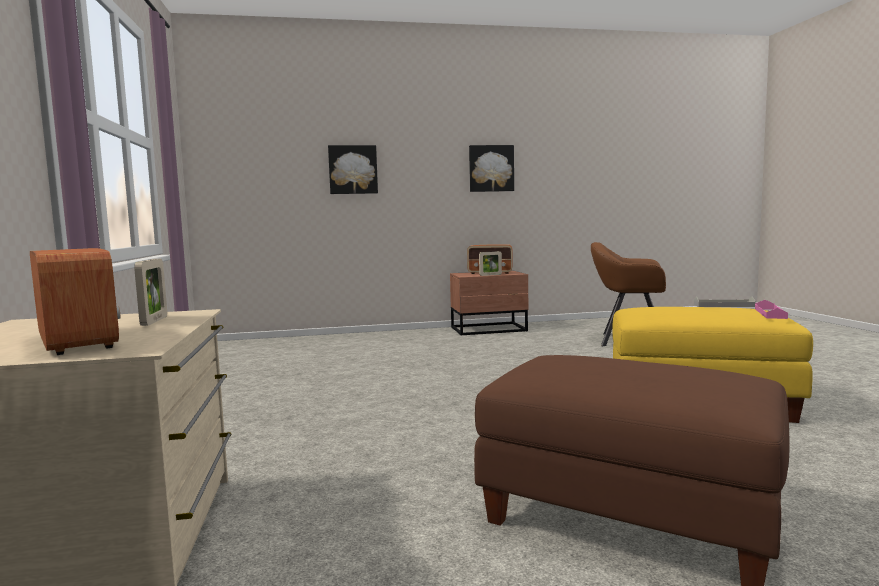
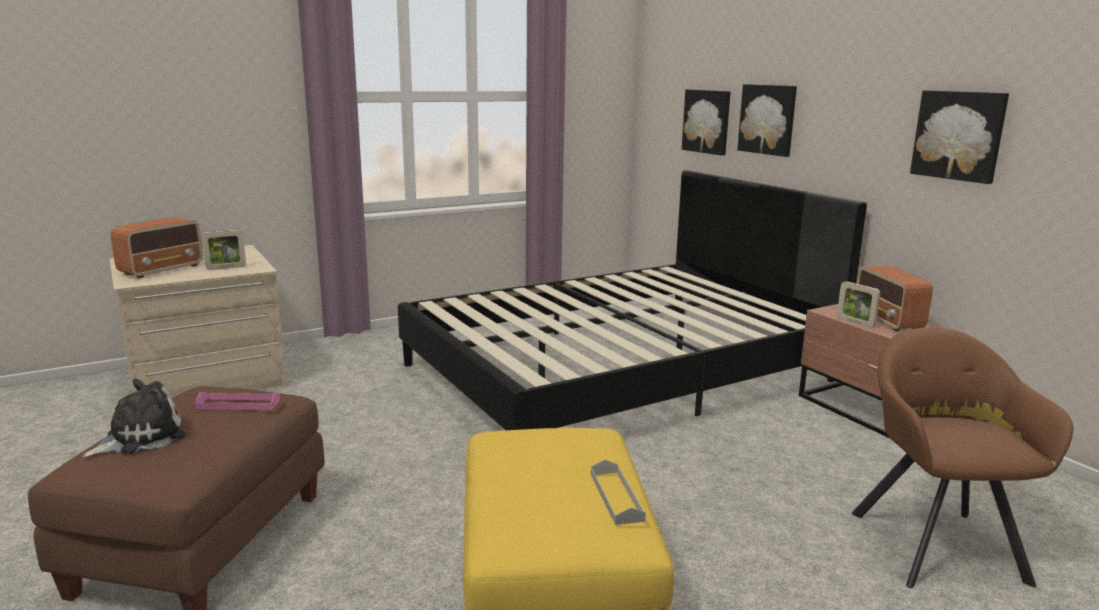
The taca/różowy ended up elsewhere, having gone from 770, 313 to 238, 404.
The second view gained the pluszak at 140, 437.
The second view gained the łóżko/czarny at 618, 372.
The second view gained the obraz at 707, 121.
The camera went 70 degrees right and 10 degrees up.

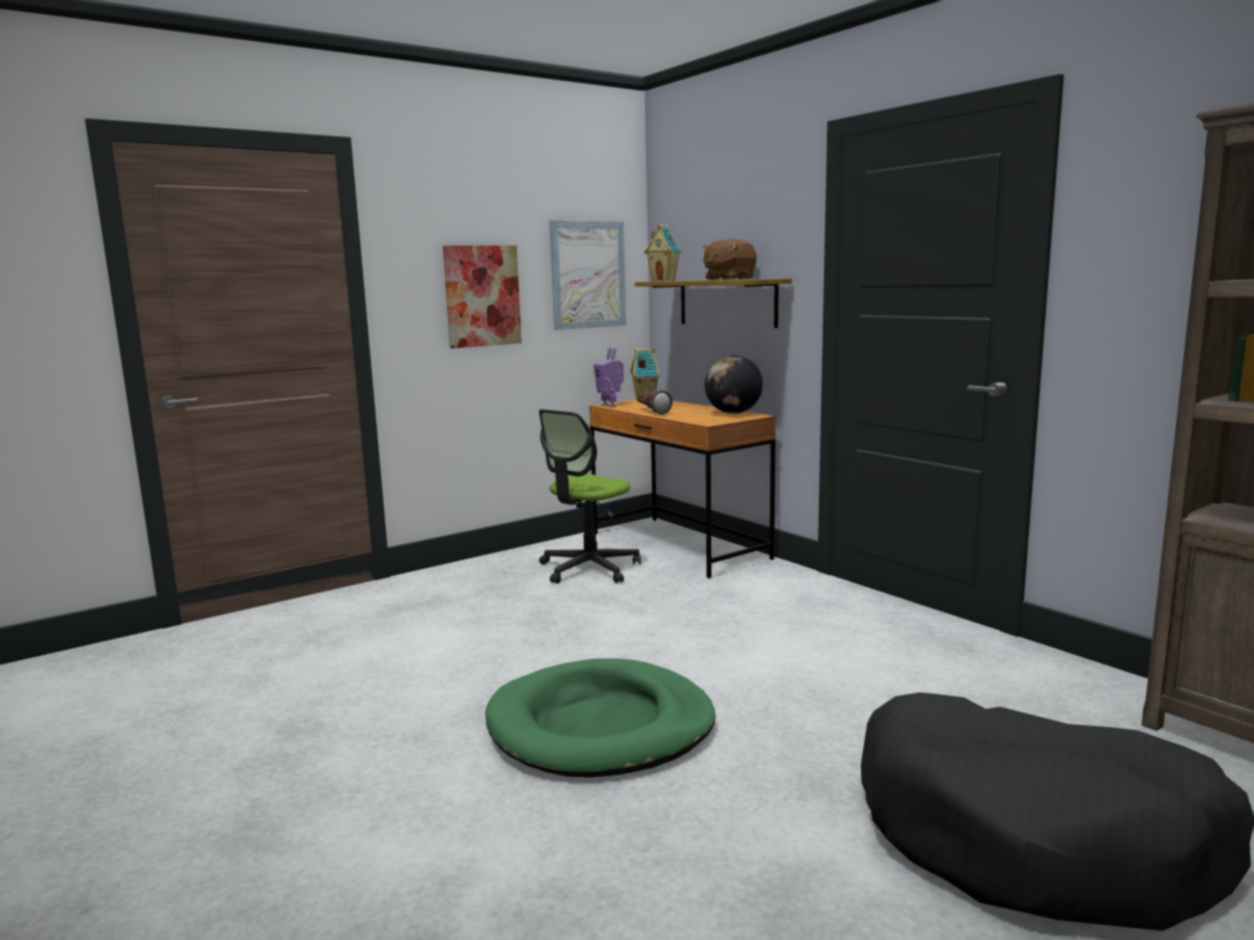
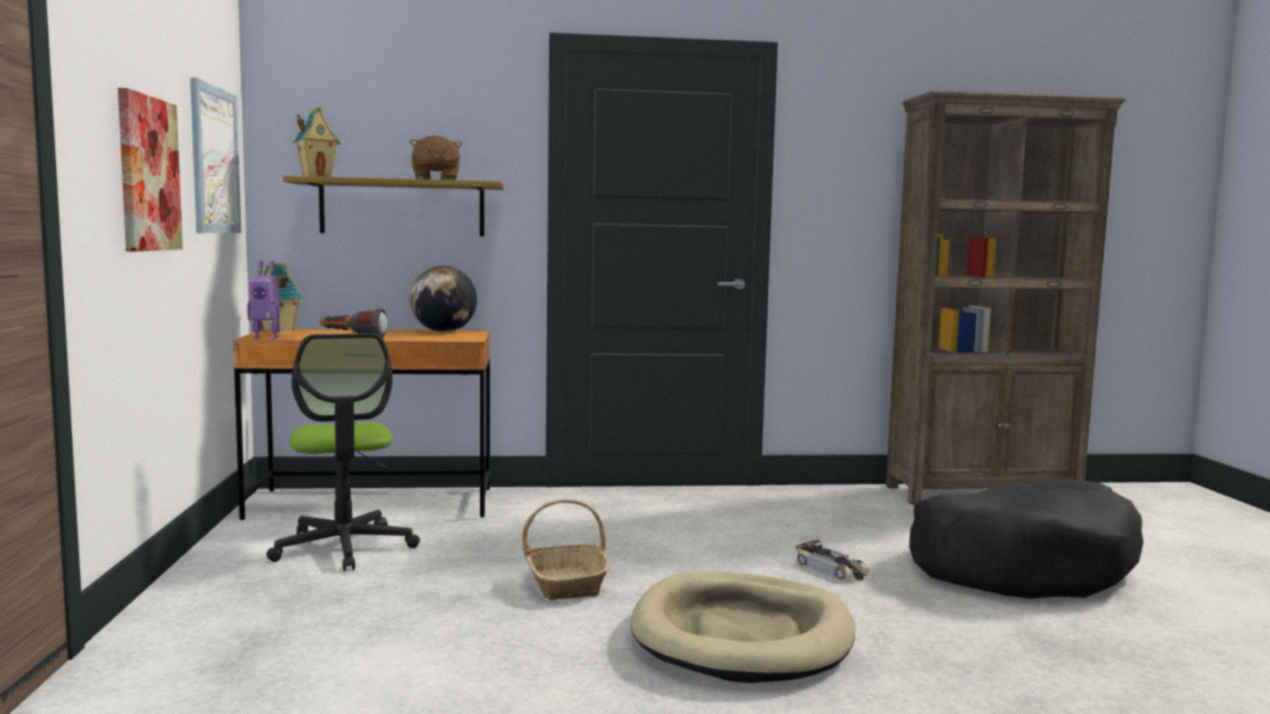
What was the legowisko/zielony at 601, 726 turned into the legowisko/beżowy at 743, 635.
The second view gained the koszyk at 566, 583.
The second view gained the samochodzik at 832, 570.
The camera went 60 degrees left and 5 degrees down.

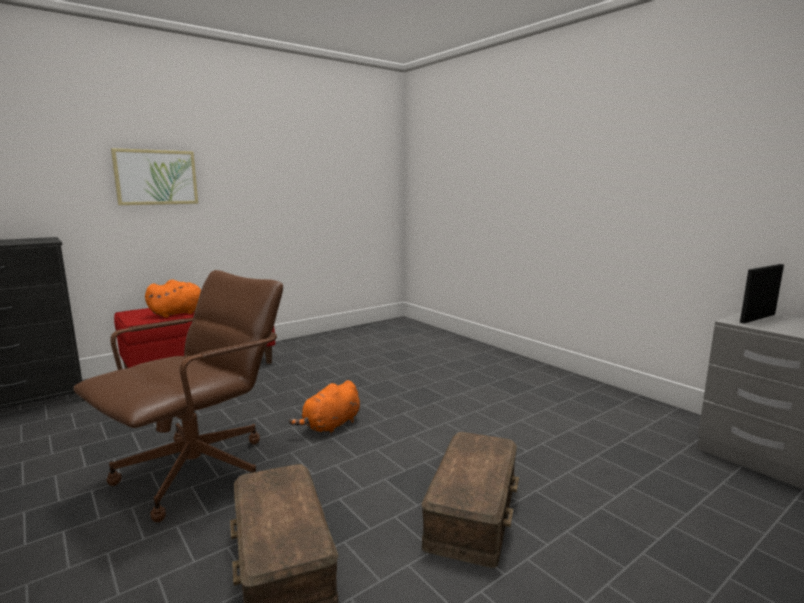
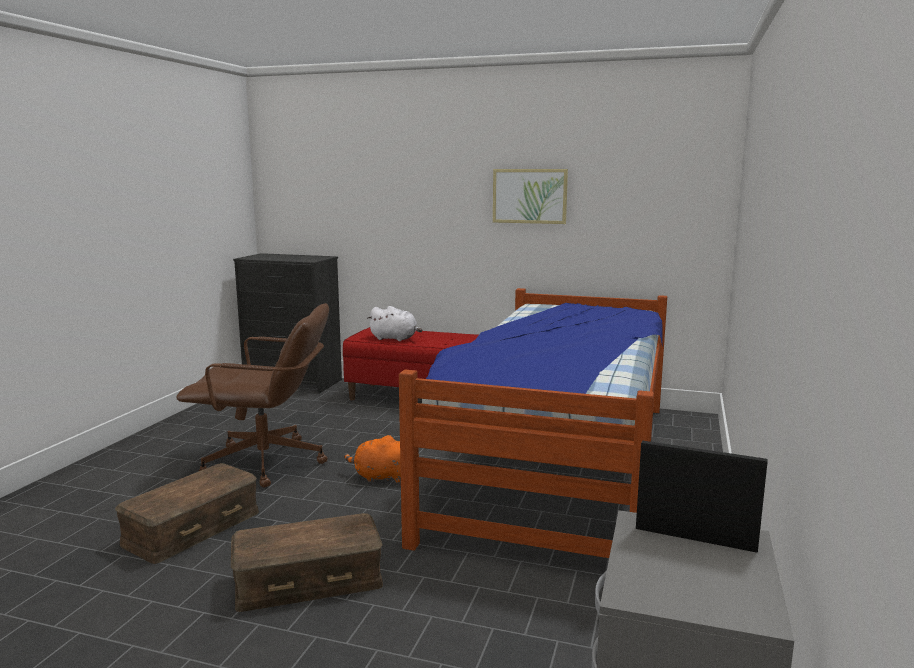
The obraz ended up elsewhere, having gone from 156, 177 to 529, 196.
What was the pluszak/pomarańczowy at 179, 313 turned into the pluszak/biały at 395, 339.
The second view gained the łóżko at 556, 464.
The camera went 55 degrees right and 0 degrees up.

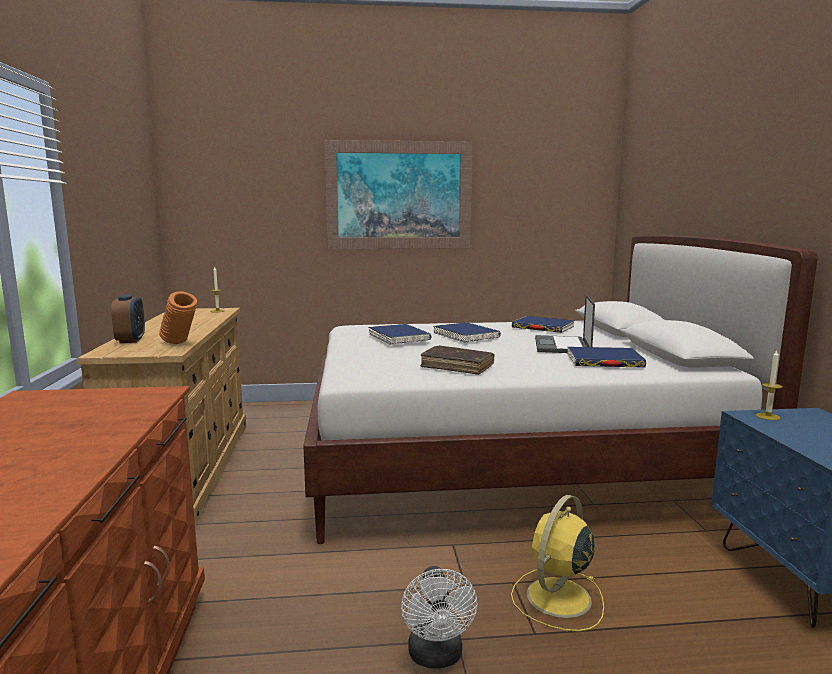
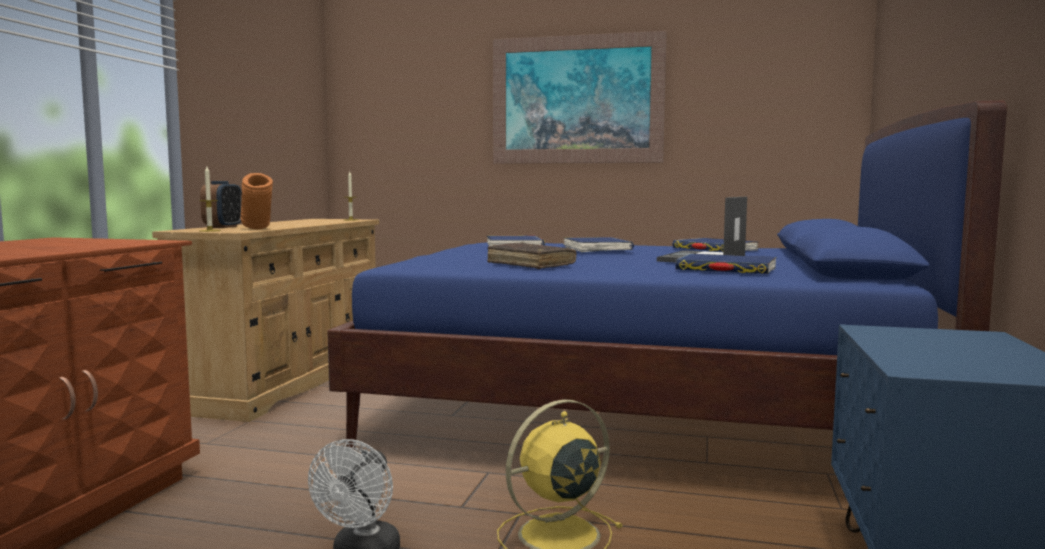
What was the łóżko/biały at 510, 463 turned into the łóżko/niebieski at 640, 414.
The świeca ended up elsewhere, having gone from 768, 416 to 210, 231.
The camera went 20 degrees right and 5 degrees down.

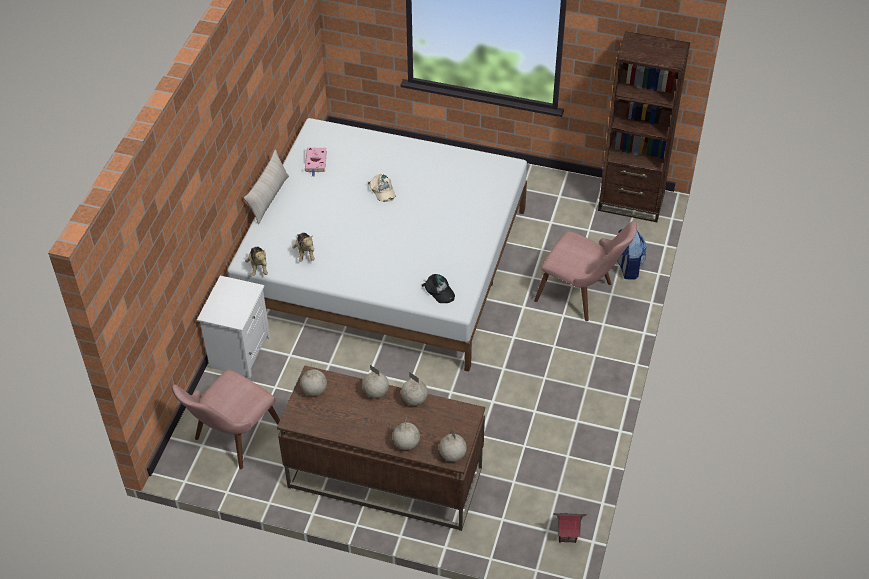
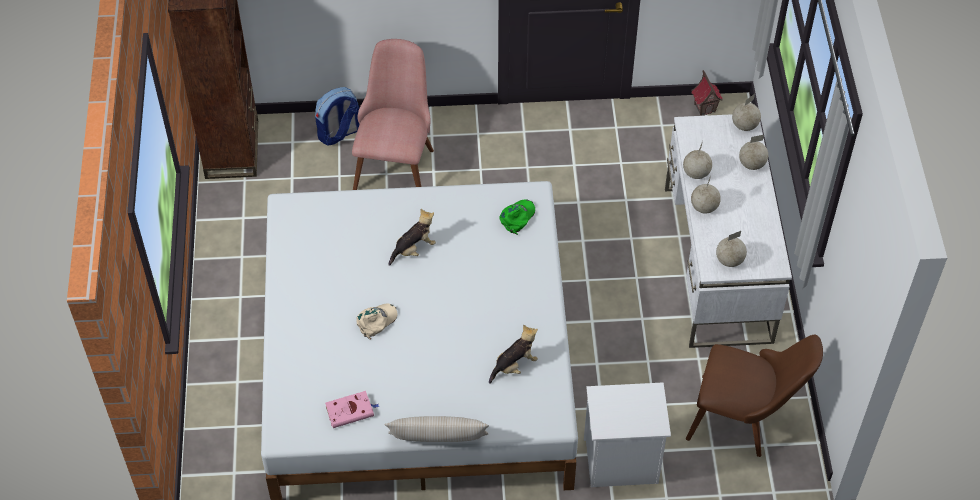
What was the krzesło/różowy at 231, 440 turned into the krzesło/brązowy at 744, 419.
The pluszak ended up elsewhere, having gone from 258, 266 to 414, 249.
What was the biurko/brązowy at 384, 477 turned into the biurko/biały at 717, 265.
What was the czapka z daszkiem/czarny at 439, 291 turned into the czapka z daszkiem/zielony at 517, 217.
The camera went 110 degrees left and 5 degrees up.

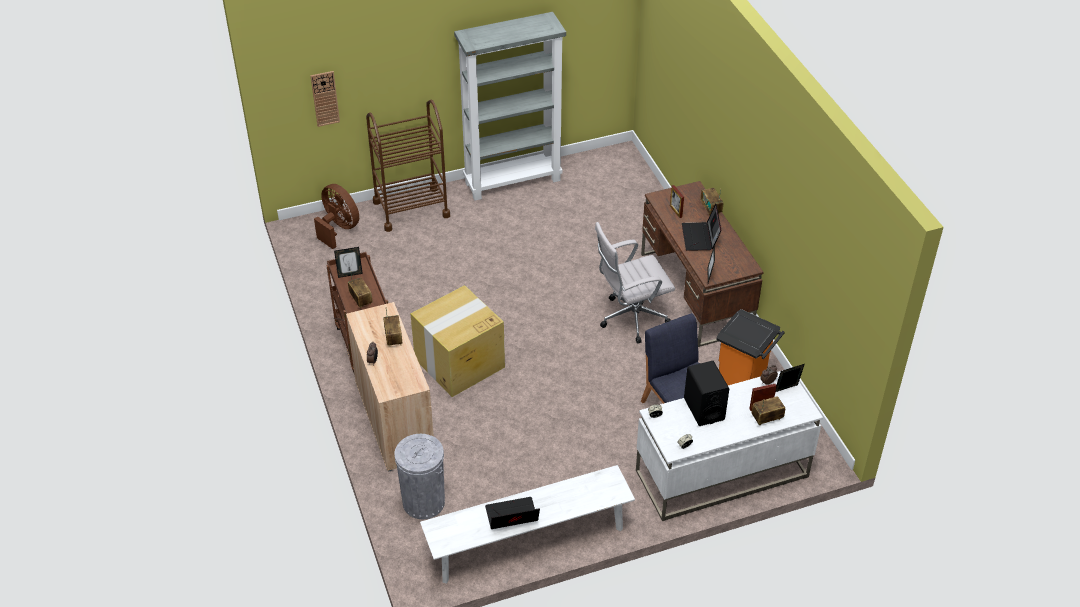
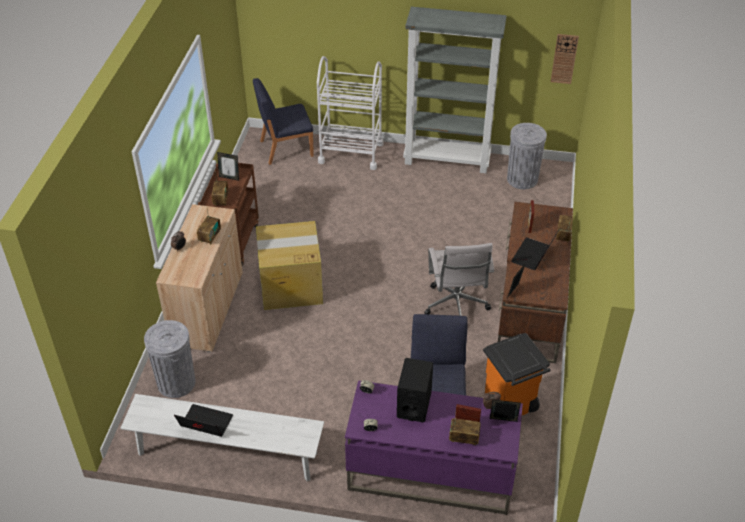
The zegar ścienny ended up elsewhere, having gone from 325, 98 to 564, 58.
Where the wentylator/brązowy stood at 339, 229, the krzesło/niebieski came to stand at 285, 148.
What was the wózek/brązowy at 411, 209 turned into the wózek/biały at 351, 153.
The krzesło biurowe/biały at 630, 318 ended up facing another way, 105 degrees counterclockwise from before.
What was the biurko/biały at 721, 474 turned into the biurko/fioletowy at 430, 474.
The second view gained the kosz na śmieci/szary at 522, 179.
The camera went 30 degrees right and 0 degrees up.

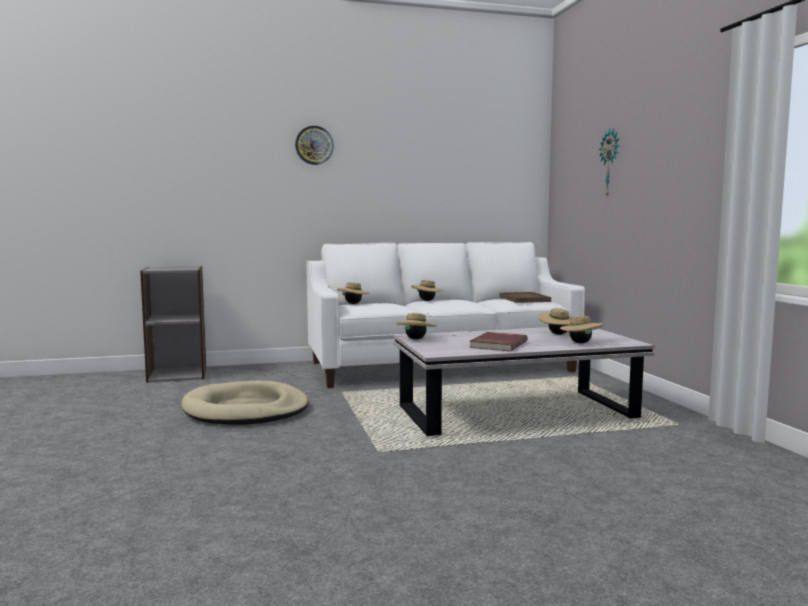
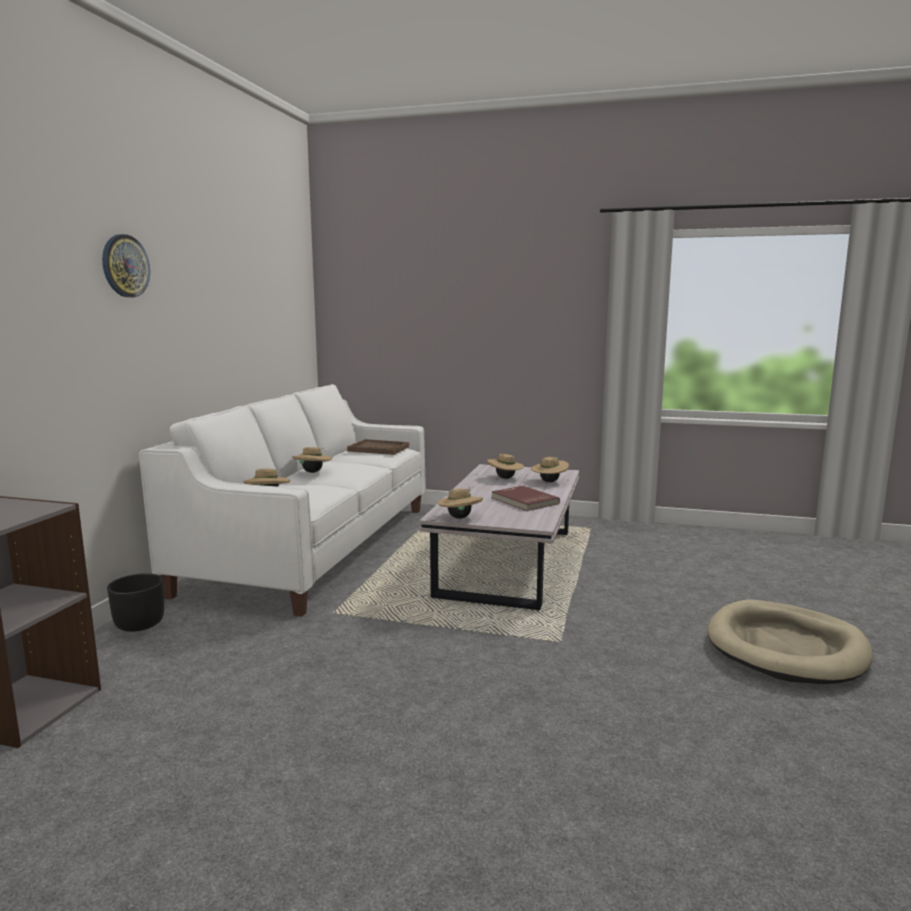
The legowisko/beżowy ended up elsewhere, having gone from 246, 410 to 786, 648.
The second view lost the zegar ścienny at 611, 163.
The second view gained the donica/czarny at 139, 624.
The camera went 60 degrees left and 5 degrees up.

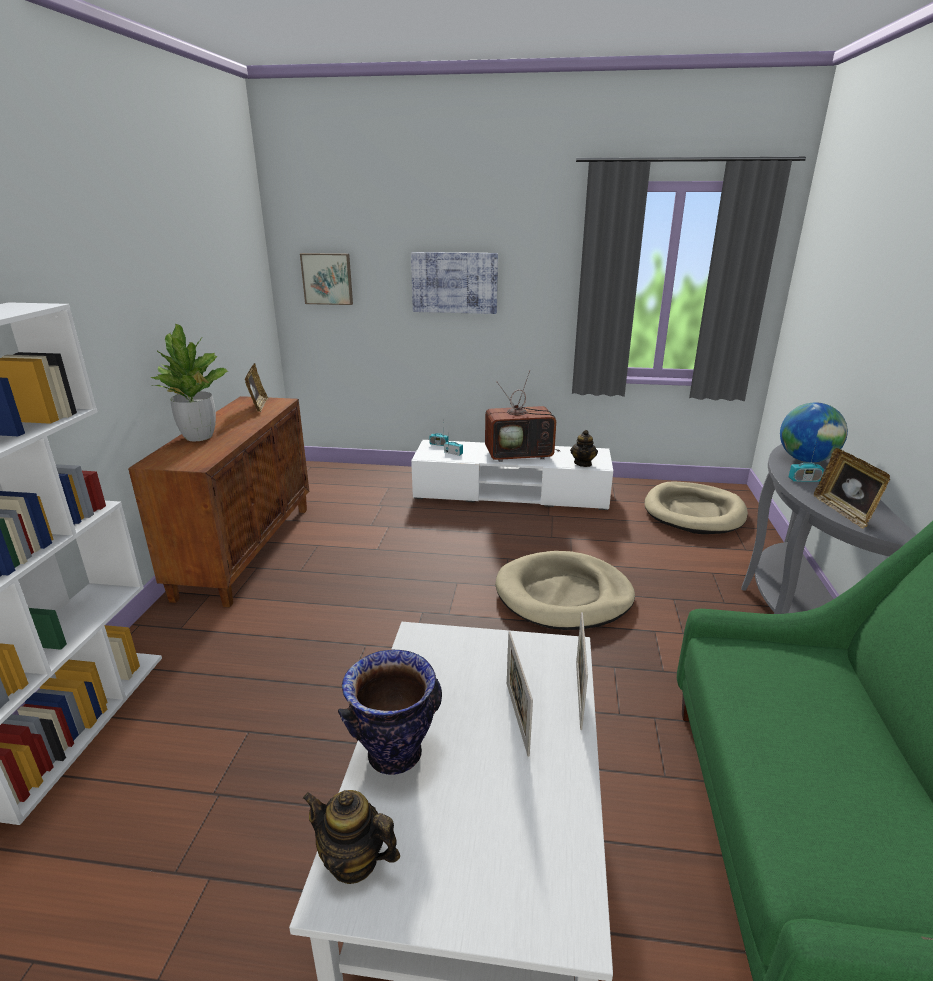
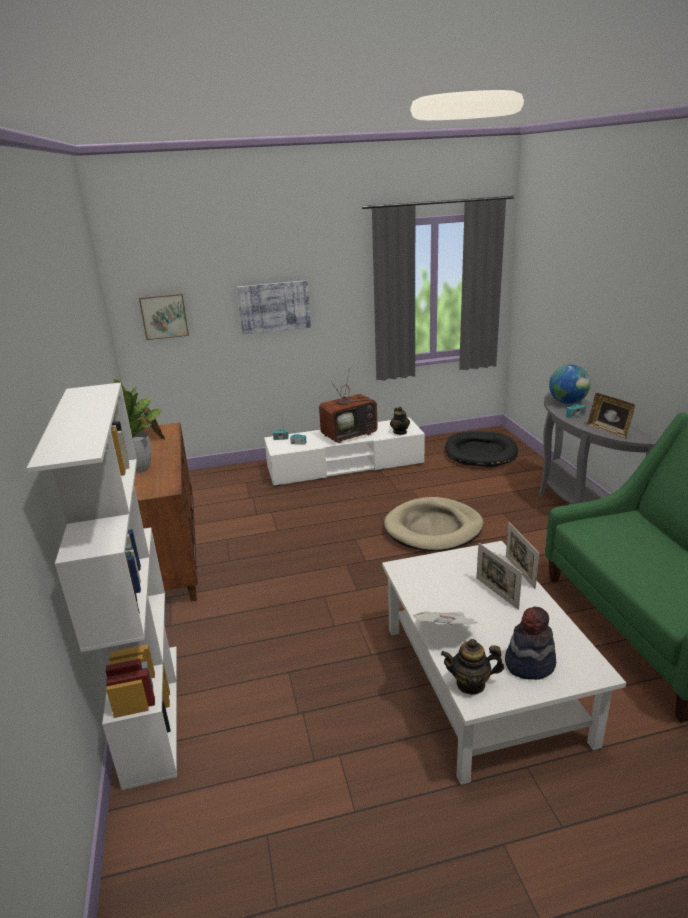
Where the wazon stood at 394, 754, the gazeta came to stand at 446, 631.
What was the legowisko/beżowy at 694, 512 turned into the legowisko/czarny at 480, 452.
The second view gained the kapelusz at 529, 663.
The camera went 20 degrees left and 0 degrees up.

